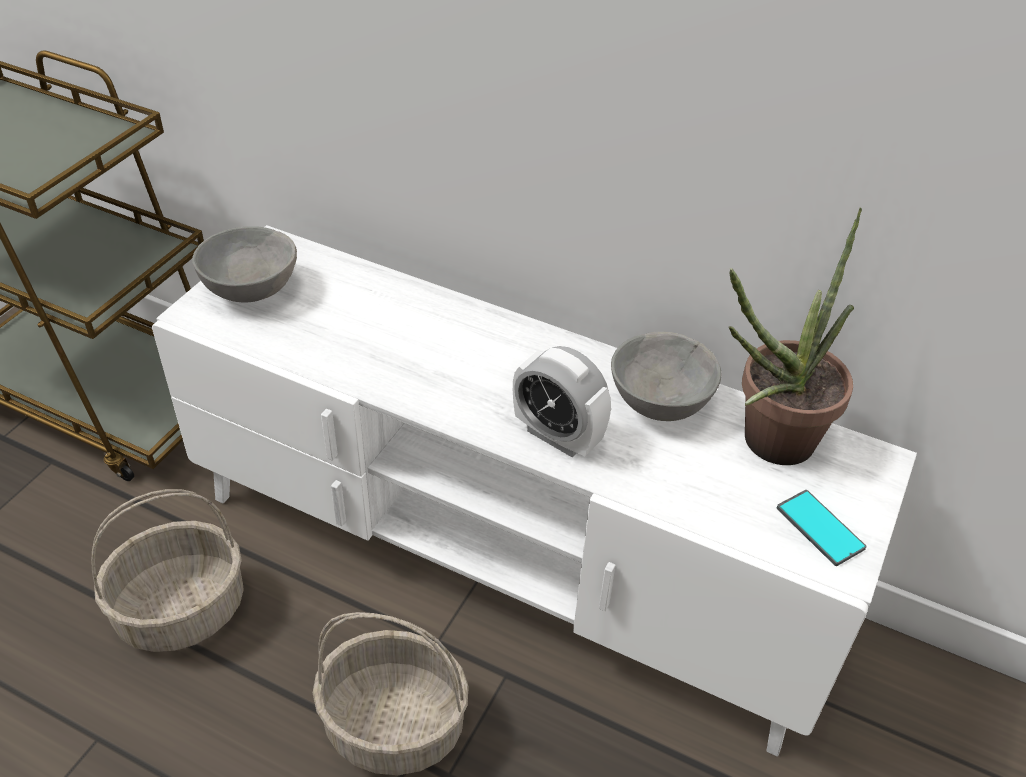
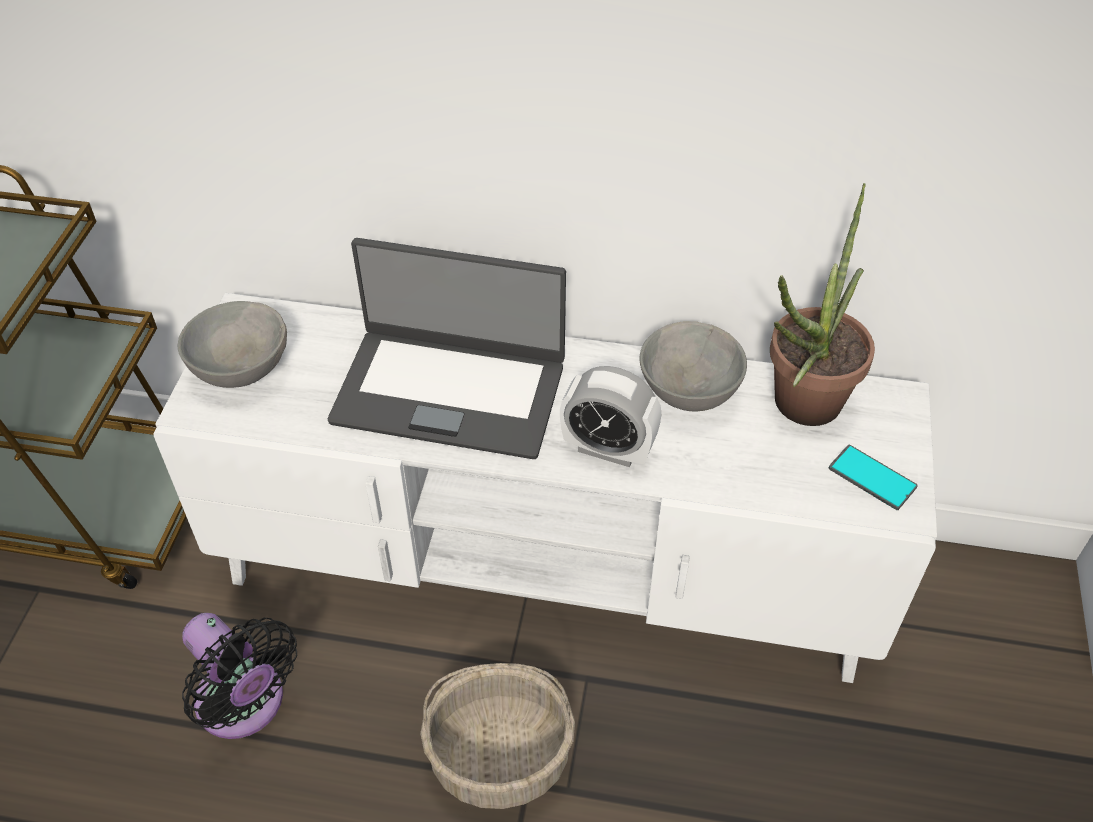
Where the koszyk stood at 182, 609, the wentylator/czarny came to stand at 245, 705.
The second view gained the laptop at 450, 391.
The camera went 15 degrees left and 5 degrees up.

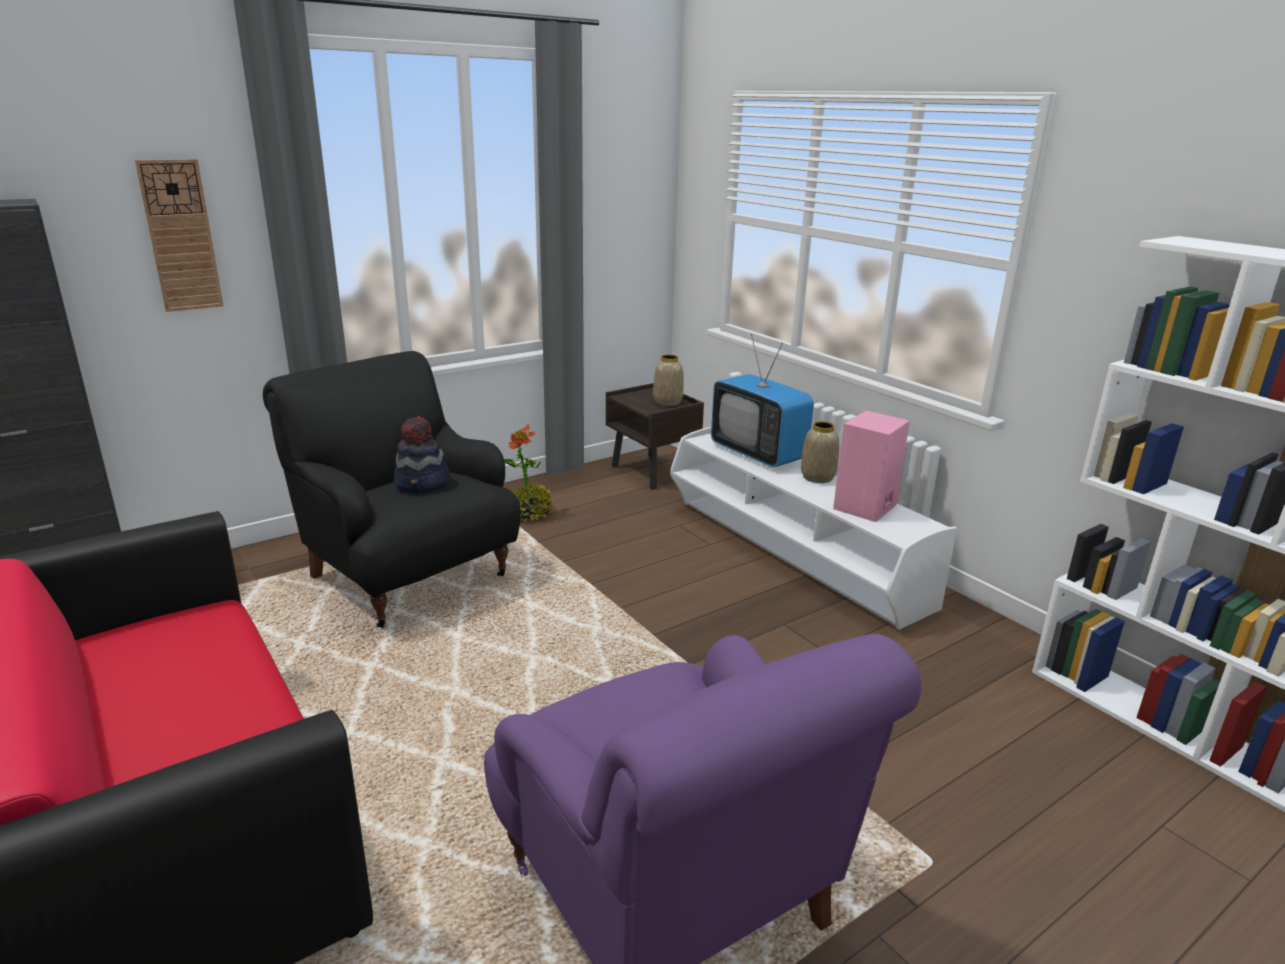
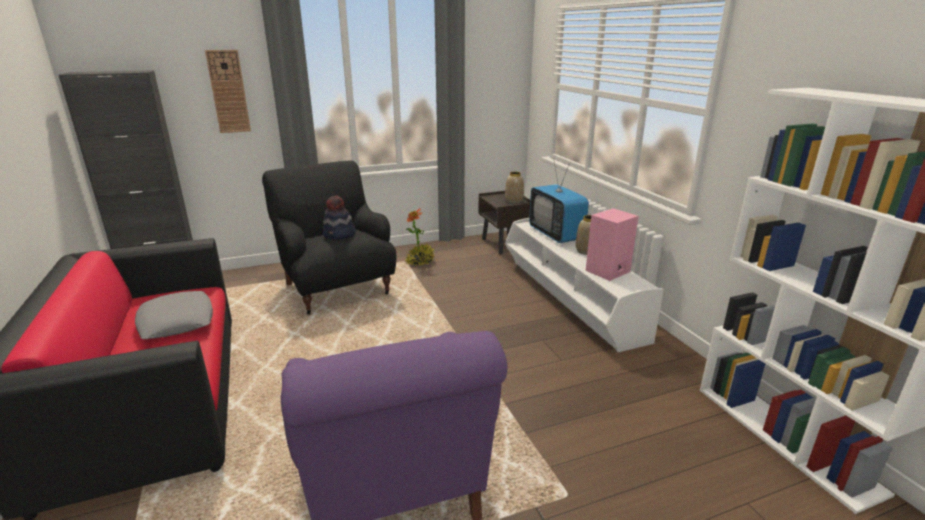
The second view gained the poduszka/szary at 177, 321.
The camera went 15 degrees right and 0 degrees up.

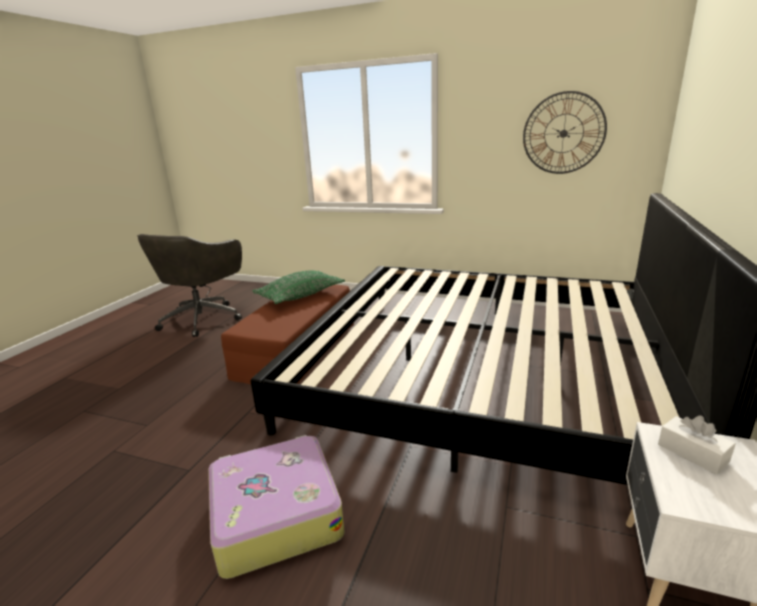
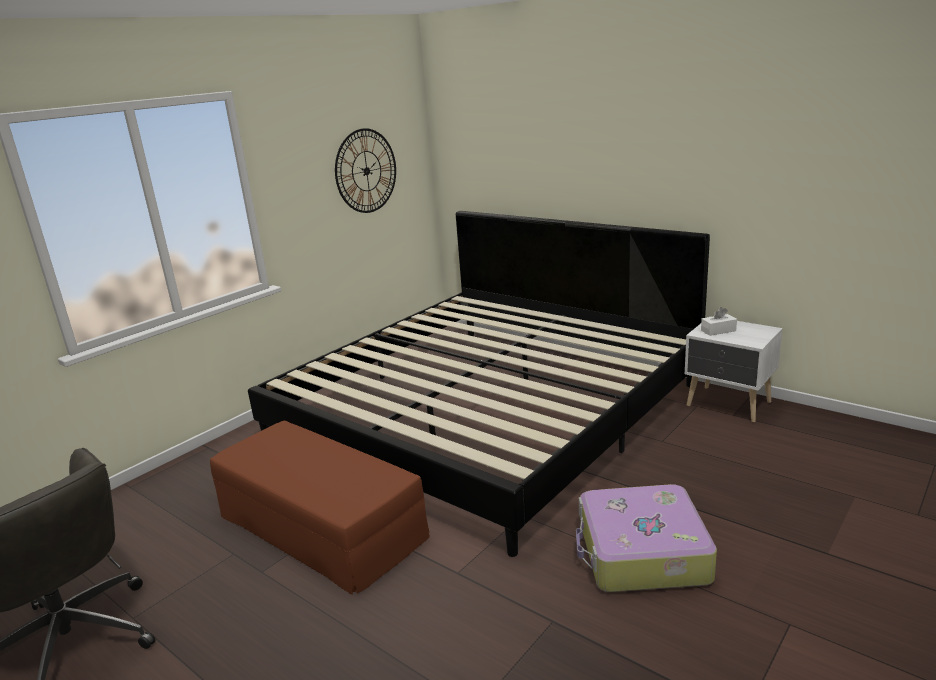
The second view lost the poduszka/zielony at 300, 296.
The camera went 70 degrees left and 0 degrees up.

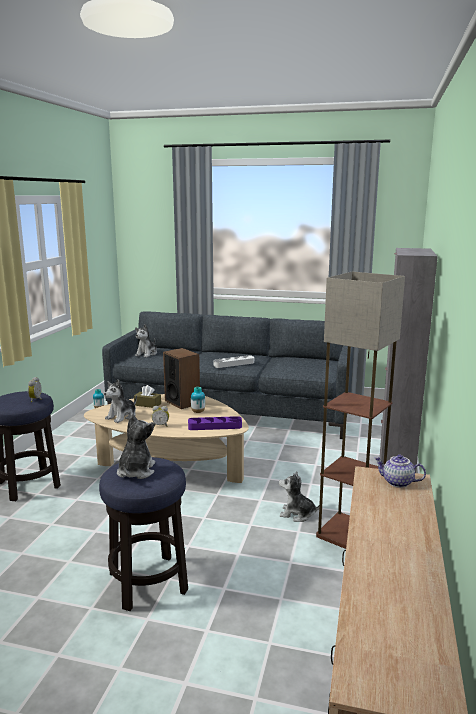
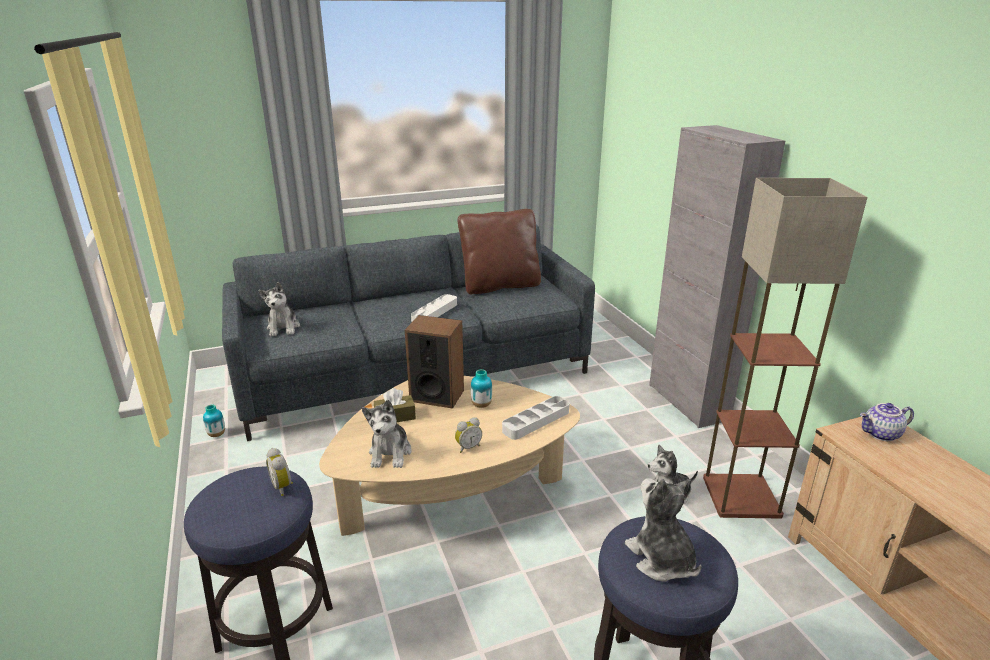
What was the taca/fioletowy at 215, 426 turned into the taca/szary at 536, 421.
The second view gained the poduszka/brązowy at 500, 286.
The camera went 35 degrees left and 10 degrees up.

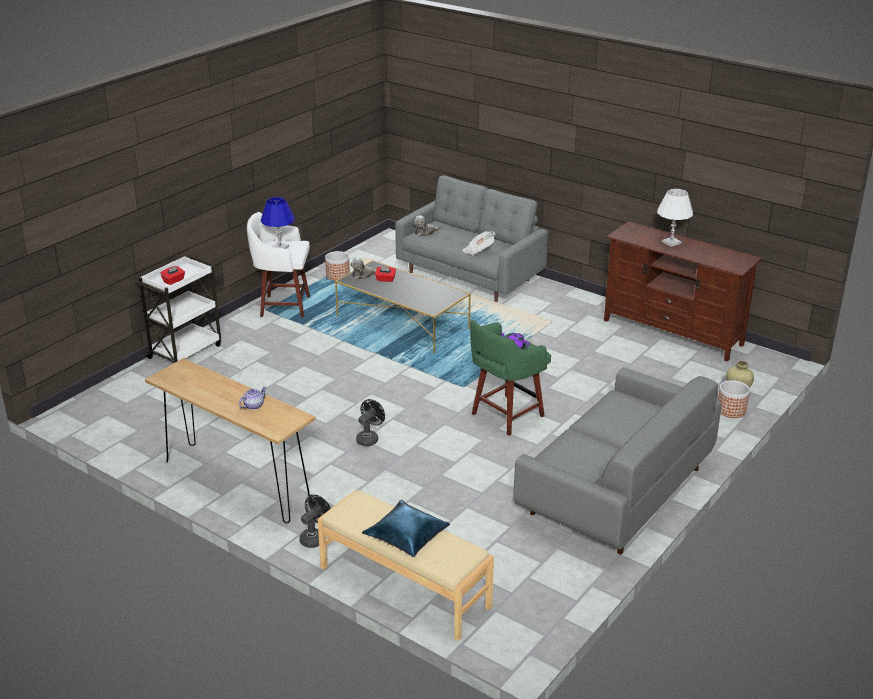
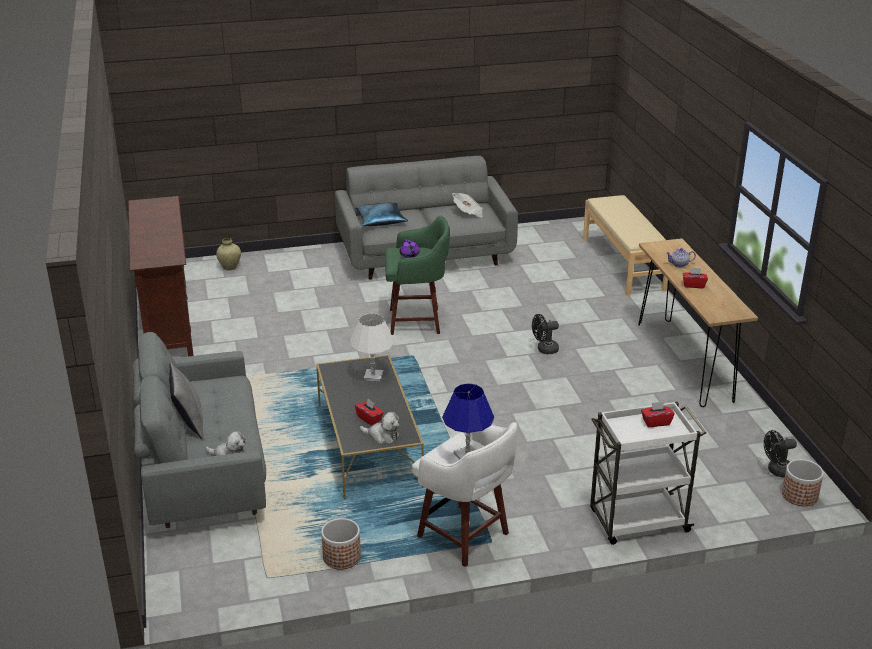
The wentylator/czarny ended up elsewhere, having gone from 315, 537 to 776, 471.
The poduszka/niebieski ended up elsewhere, having gone from 406, 536 to 381, 220.
The gazeta ended up elsewhere, having gone from 478, 251 to 468, 213.
The lampa stołowa/biały ended up elsewhere, having gone from 671, 242 to 373, 376.
The donica ended up elsewhere, having gone from 731, 410 to 800, 495.
The second view gained the poduszka/szary at 189, 423.
The second view gained the pudełko chusteczek/czerwony at 693, 285.
The camera went 140 degrees left and 0 degrees up.

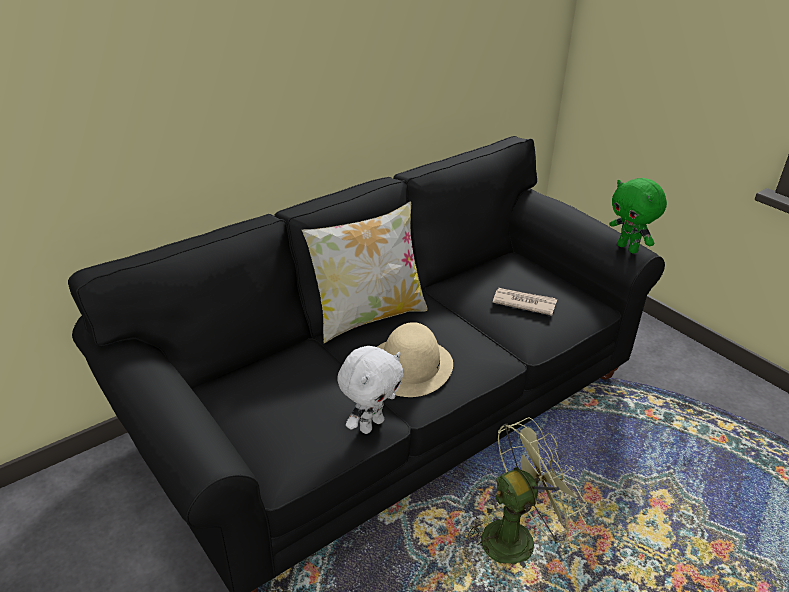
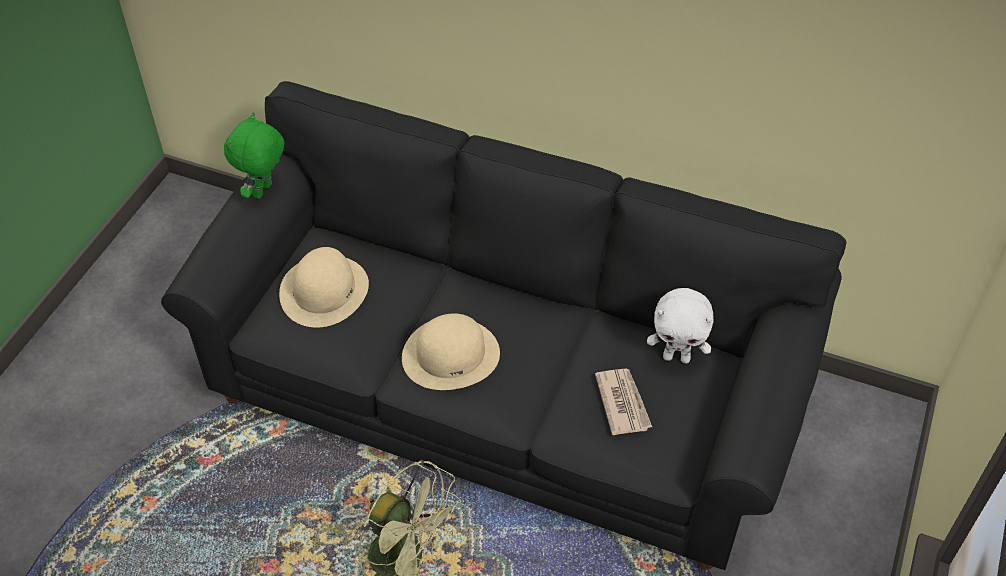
The second view lost the poduszka at 368, 316.
The pluszak/biały ended up elsewhere, having gone from 371, 424 to 677, 357.
The pluszak/zielony ended up elsewhere, having gone from 628, 248 to 263, 191.
The second view gained the kapelusz/beżowy at 324, 290.
The camera went 60 degrees right and 15 degrees up.

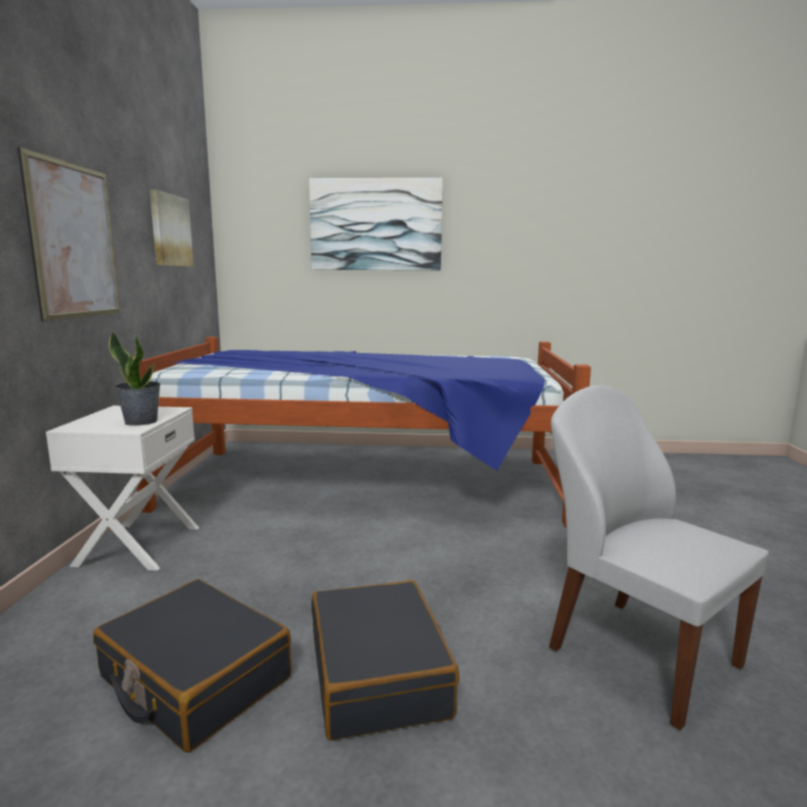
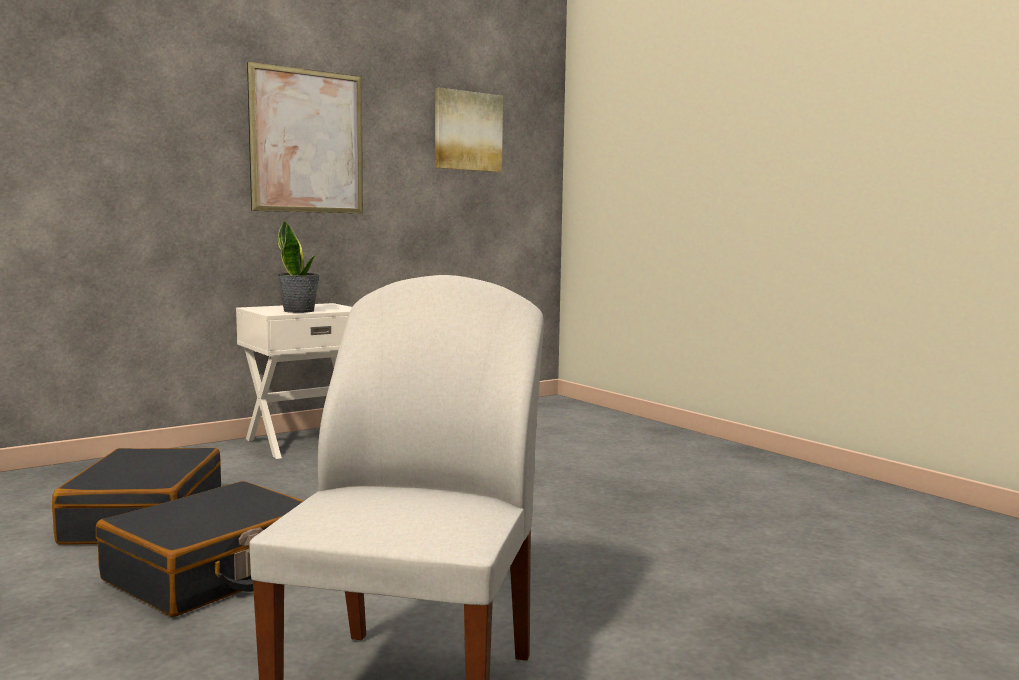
The second view lost the łóżko at 366, 484.
The second view lost the obraz at 376, 225.
The camera went 50 degrees right and 5 degrees down.

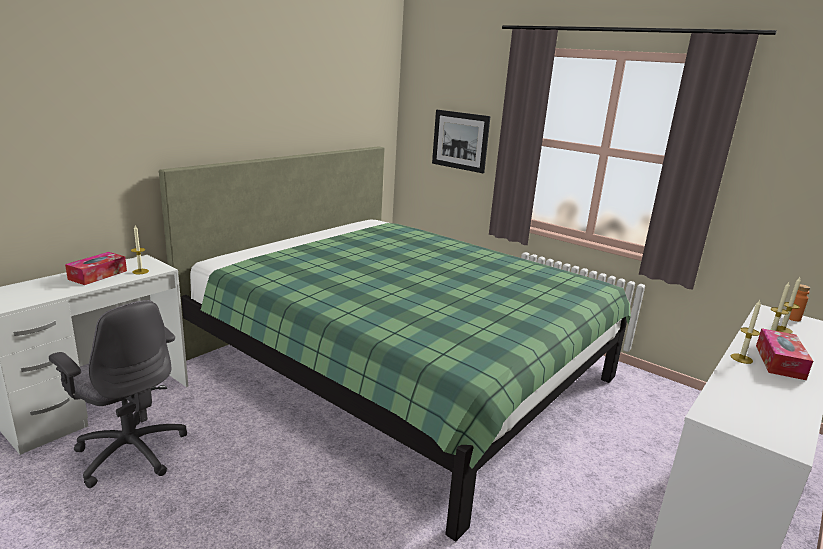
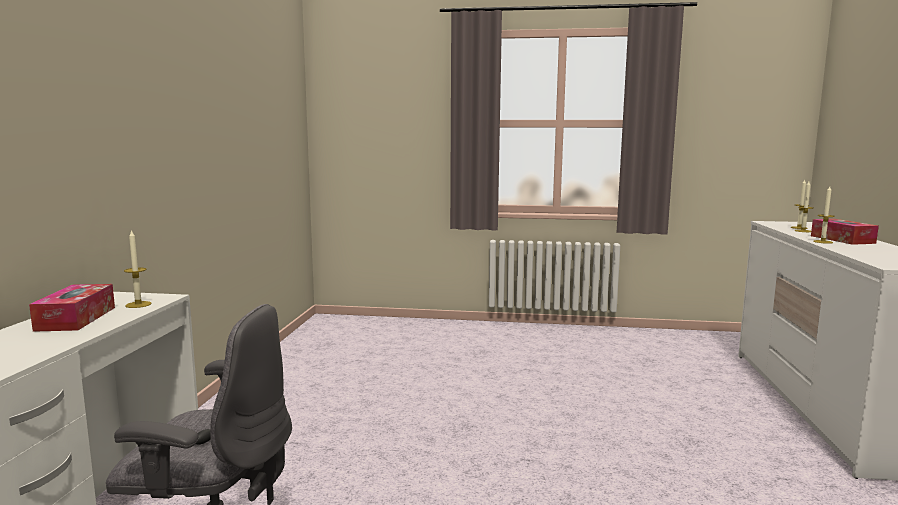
The second view lost the łóżko/zielony at 400, 369.
The second view lost the obraz at 460, 140.
The second view lost the butelka/pomarańczowy at 792, 318.
The camera went 30 degrees left and 10 degrees down.

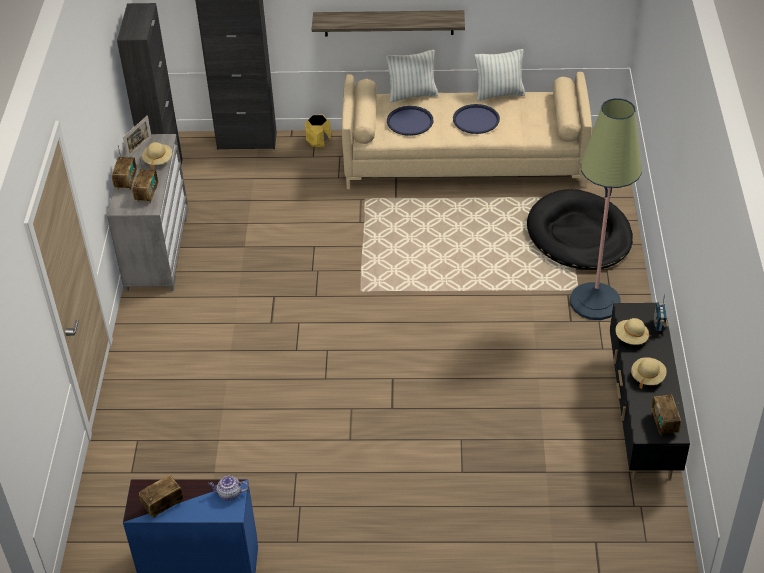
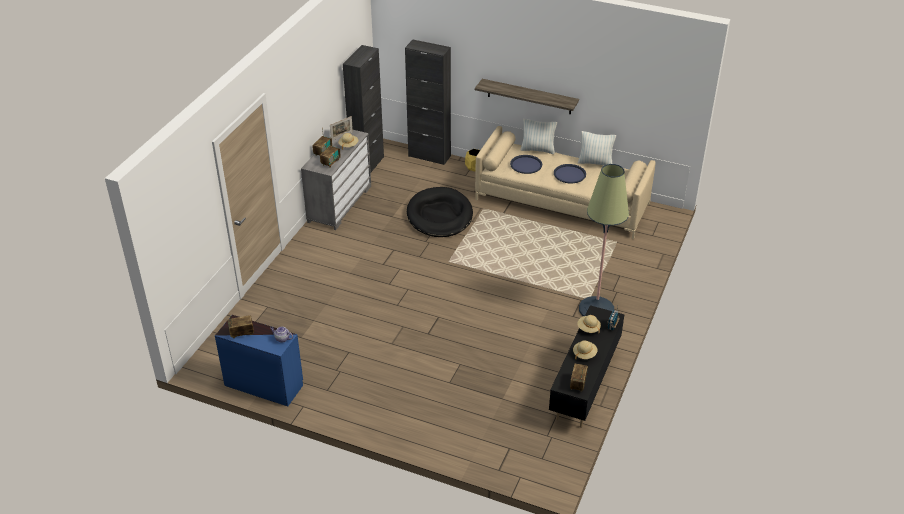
The legowisko/czarny ended up elsewhere, having gone from 579, 235 to 439, 215.
The camera went 20 degrees right and 5 degrees down.

